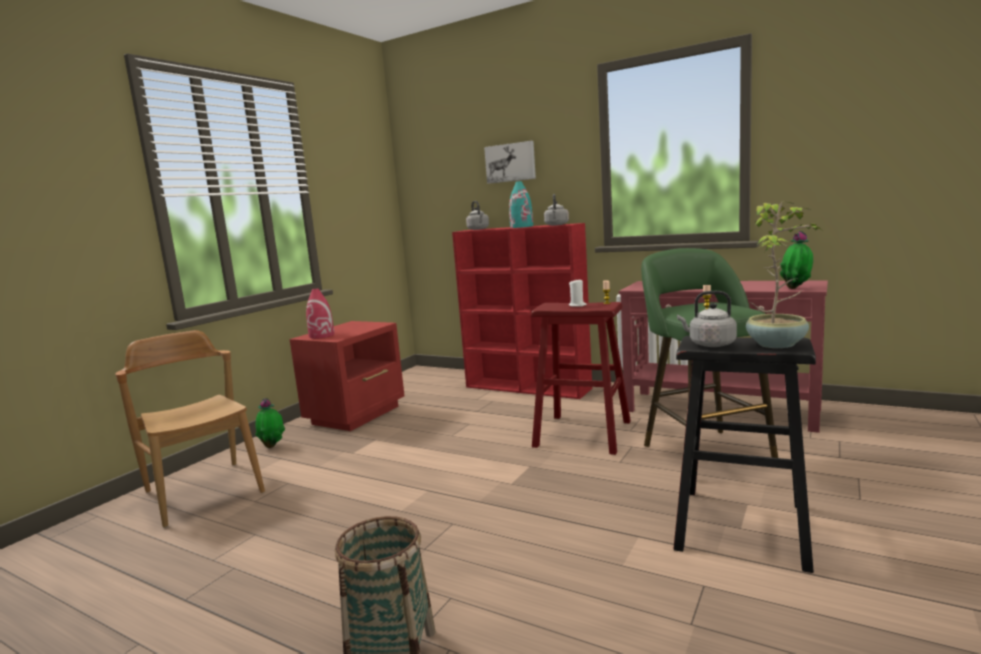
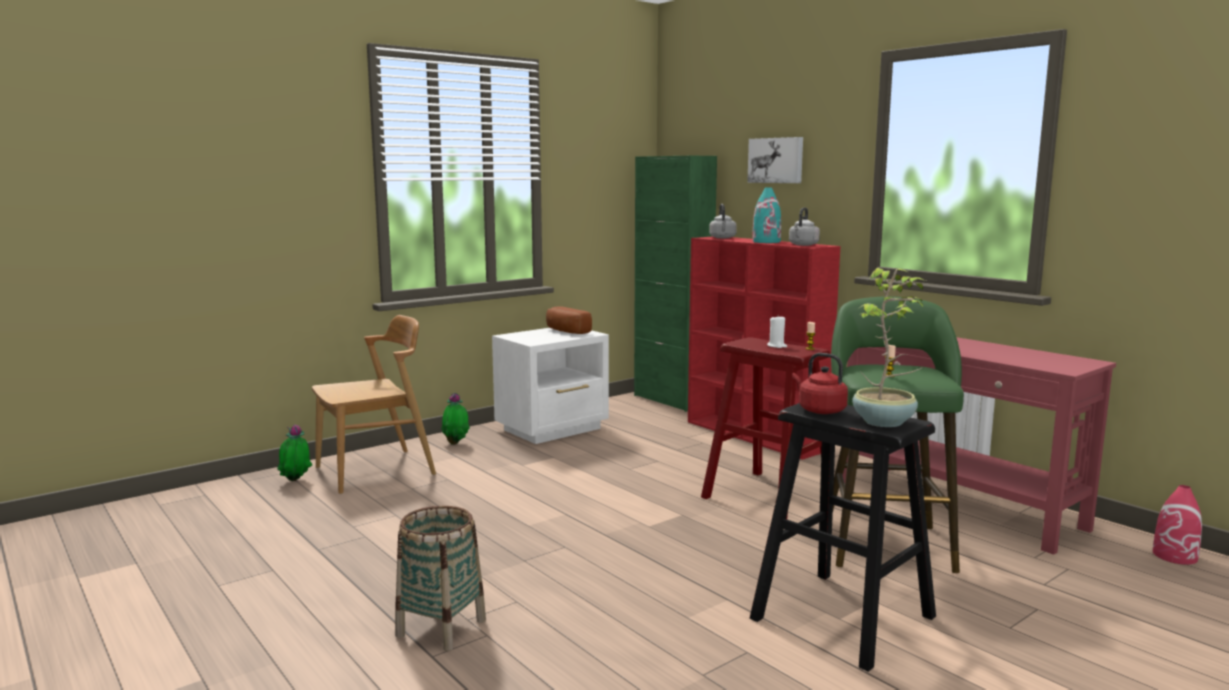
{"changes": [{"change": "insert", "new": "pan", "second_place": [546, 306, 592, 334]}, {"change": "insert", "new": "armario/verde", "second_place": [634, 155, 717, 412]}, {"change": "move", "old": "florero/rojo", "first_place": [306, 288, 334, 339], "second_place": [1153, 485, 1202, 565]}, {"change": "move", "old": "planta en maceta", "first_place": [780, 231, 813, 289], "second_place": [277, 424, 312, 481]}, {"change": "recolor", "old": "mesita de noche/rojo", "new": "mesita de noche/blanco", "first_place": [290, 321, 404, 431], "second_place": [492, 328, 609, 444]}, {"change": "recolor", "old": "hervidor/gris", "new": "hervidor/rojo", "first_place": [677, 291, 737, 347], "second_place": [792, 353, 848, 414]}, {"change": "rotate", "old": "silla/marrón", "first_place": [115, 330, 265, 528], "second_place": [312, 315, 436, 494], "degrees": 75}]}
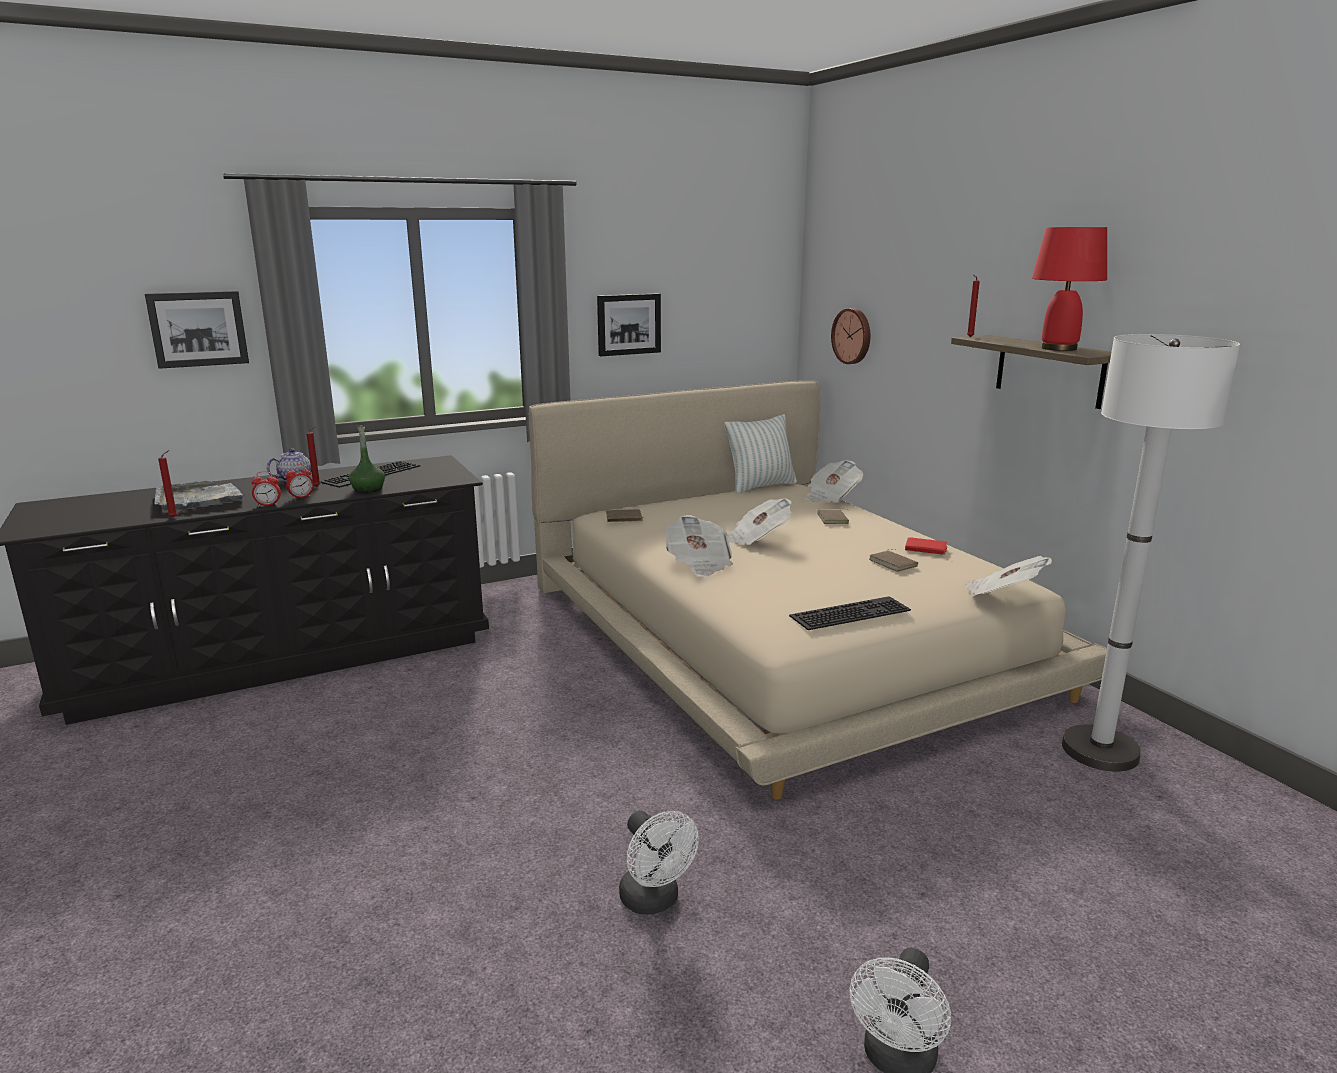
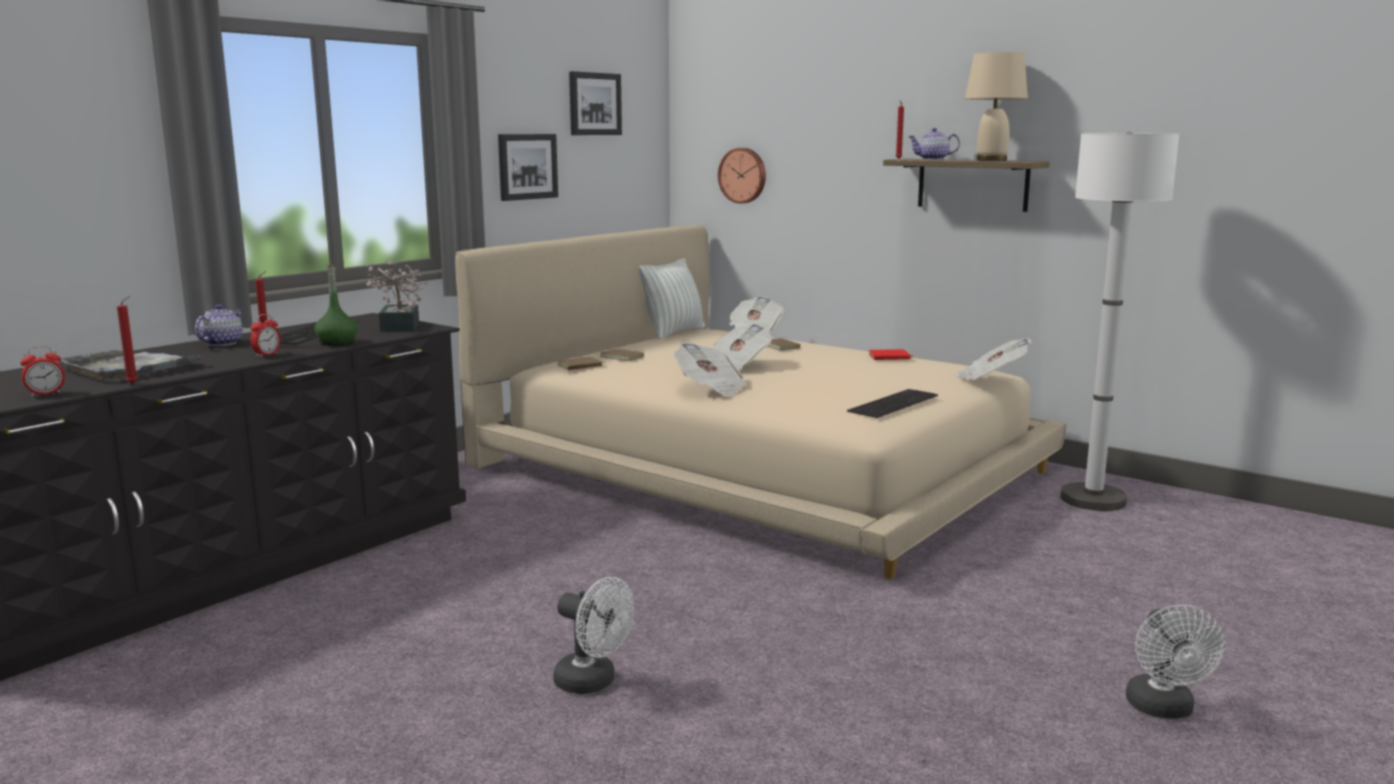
{"changes": [{"change": "insert", "new": "planta en maceta", "second_place": [366, 260, 427, 332]}, {"change": "insert", "new": "tetera", "second_place": [908, 128, 960, 160]}, {"change": "move", "old": "cuadro", "first_place": [145, 291, 249, 369], "second_place": [569, 71, 622, 135]}, {"change": "move", "old": "despertador", "first_place": [251, 471, 281, 506], "second_place": [20, 346, 65, 397]}, {"change": "move", "old": "ventilador/blanco", "first_place": [619, 811, 699, 915], "second_place": [553, 577, 634, 694]}, {"change": "move", "old": "libro/marrón", "first_place": [869, 549, 918, 572], "second_place": [600, 347, 644, 361]}, {"change": "recolor", "old": "lámpara de mesa/rojo", "new": "lámpara de mesa/beis", "first_place": [1032, 227, 1107, 351], "second_place": [965, 52, 1028, 161]}]}
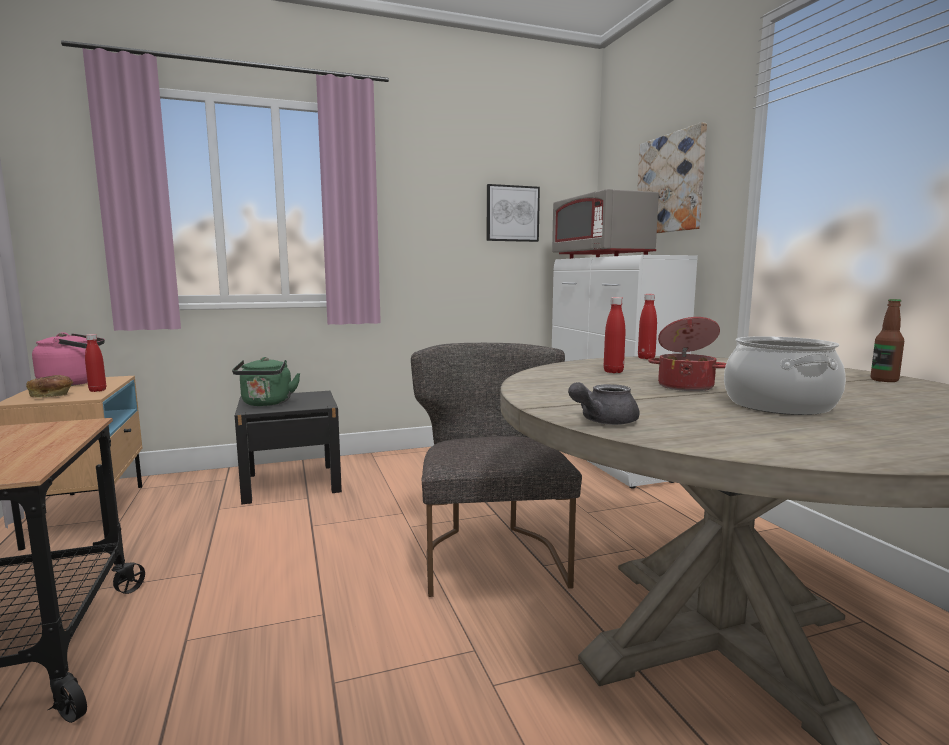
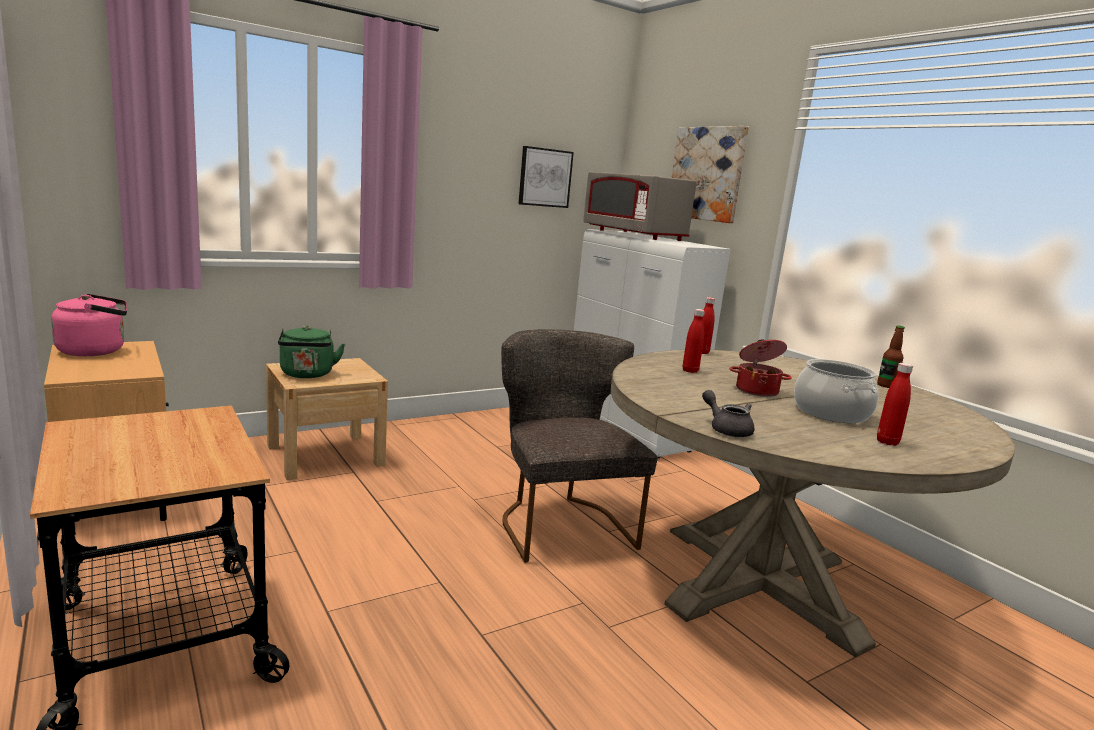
{"changes": [{"change": "delete", "old": "pan", "first_place": [26, 375, 73, 398]}, {"change": "move", "old": "botella/rojo", "first_place": [85, 334, 106, 392], "second_place": [877, 363, 913, 446]}, {"change": "recolor", "old": "mesita de noche/negro", "new": "mesita de noche/beis", "first_place": [235, 391, 342, 504], "second_place": [266, 358, 388, 480]}, {"change": "rotate", "old": "tetera/gris", "first_place": [568, 382, 640, 425], "second_place": [702, 390, 754, 437], "degrees": 105}]}
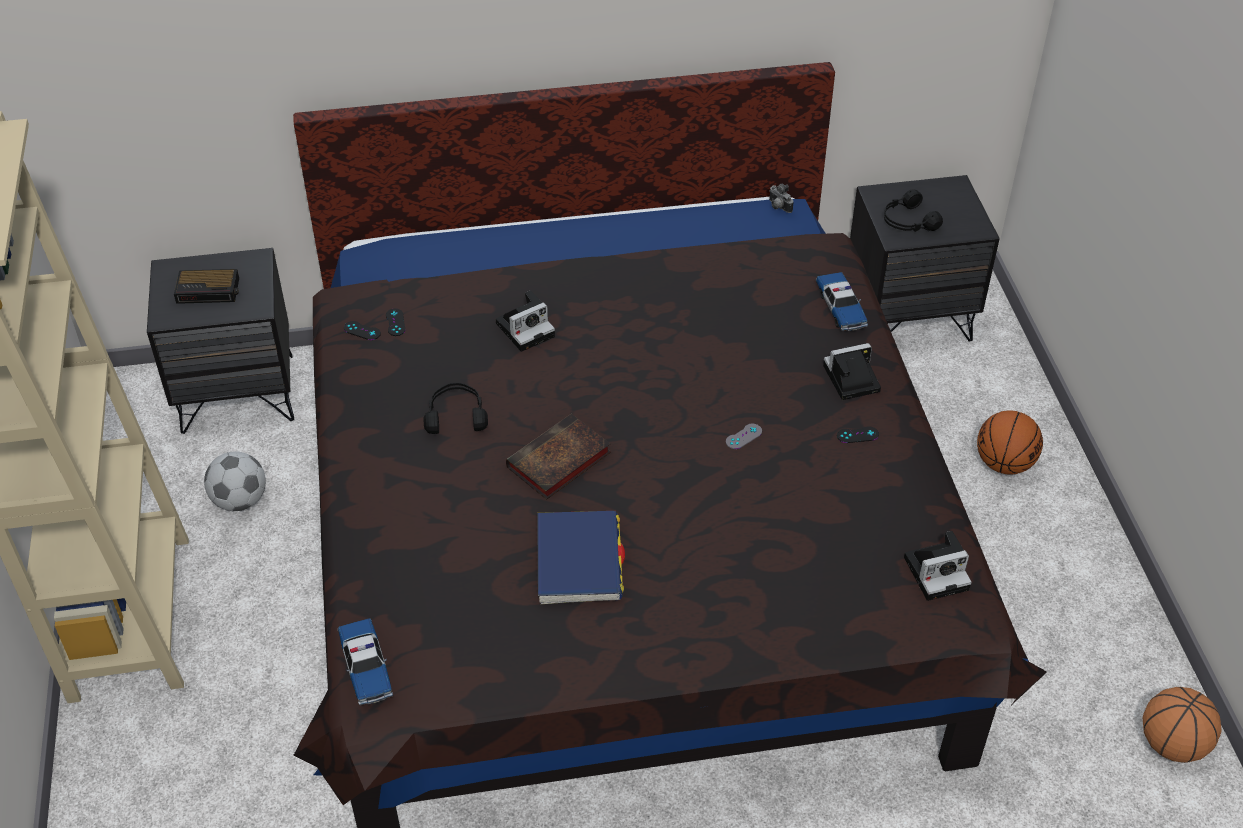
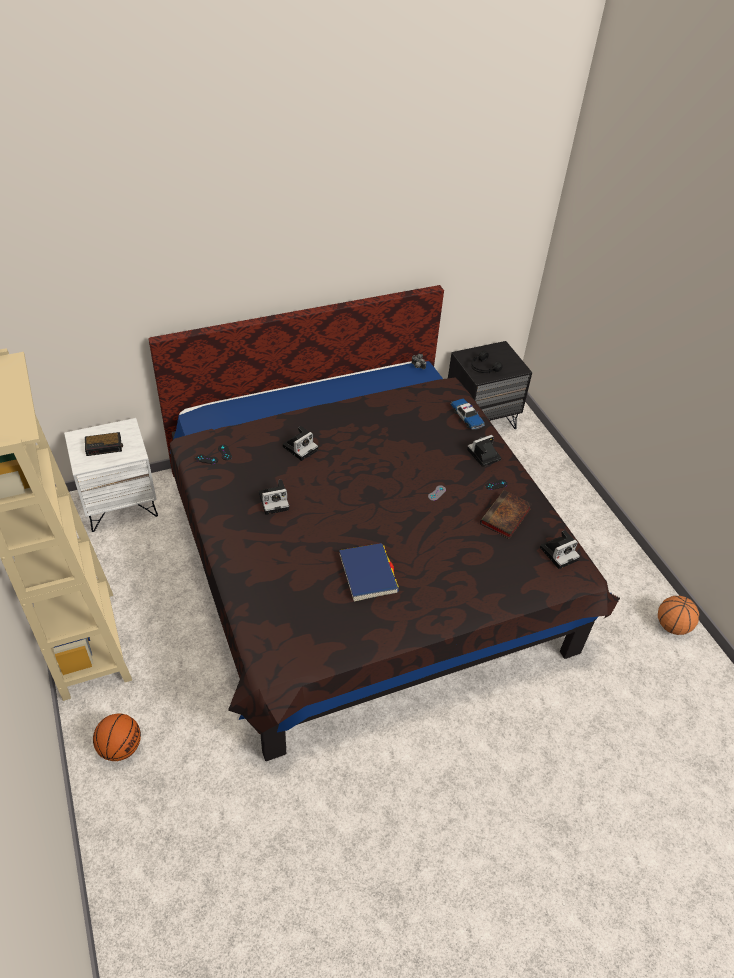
{"changes": [{"change": "delete", "old": "balón de fútbol", "first_place": [204, 451, 266, 511]}, {"change": "delete", "old": "coche de juguete", "first_place": [338, 618, 393, 705]}, {"change": "move", "old": "libro", "first_place": [506, 414, 611, 500], "second_place": [480, 490, 532, 539]}, {"change": "move", "old": "balón de baloncesto", "first_place": [977, 410, 1043, 475], "second_place": [93, 713, 141, 761]}, {"change": "replace", "old": "auriculares/negro", "new": "cámara", "first_place": [424, 382, 488, 434], "second_place": [259, 479, 289, 515]}, {"change": "recolor", "old": "mesita de noche/negro", "new": "mesita de noche/blanco", "first_place": [147, 248, 294, 434], "second_place": [64, 418, 158, 532]}]}
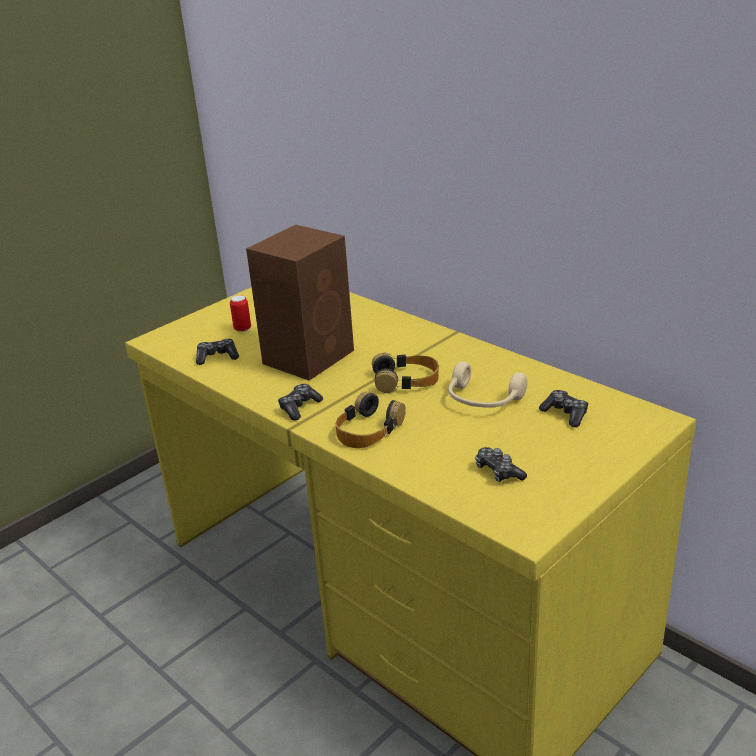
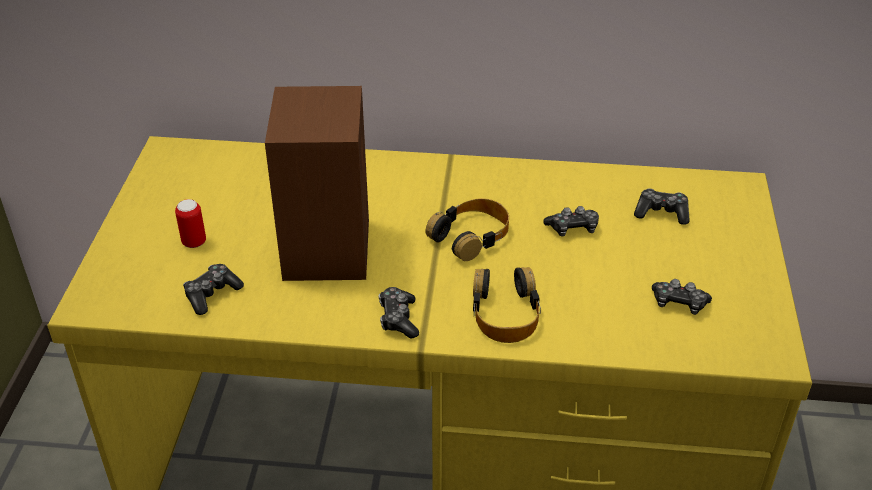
{"changes": [{"change": "replace", "old": "auriculares/beis", "new": "mando de consola", "first_place": [448, 361, 528, 408], "second_place": [543, 206, 599, 237]}]}
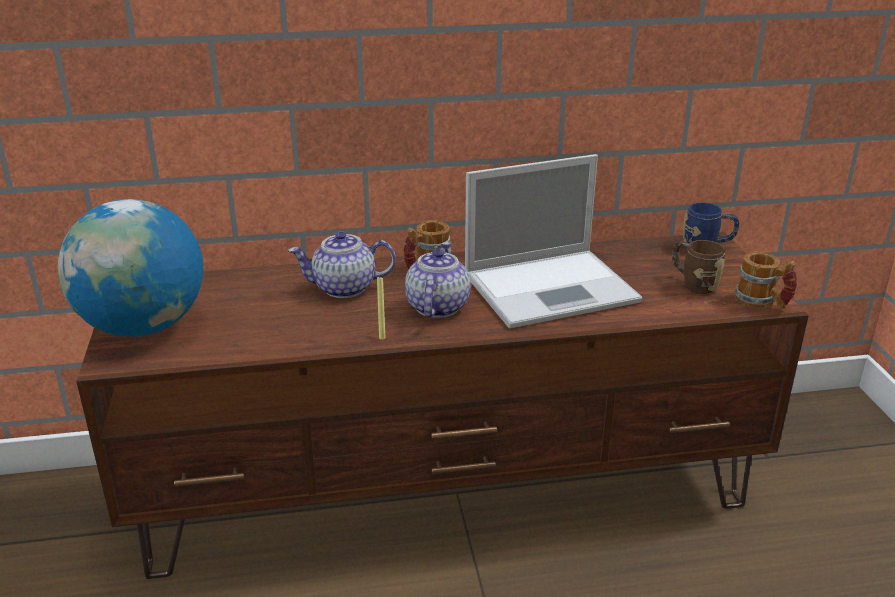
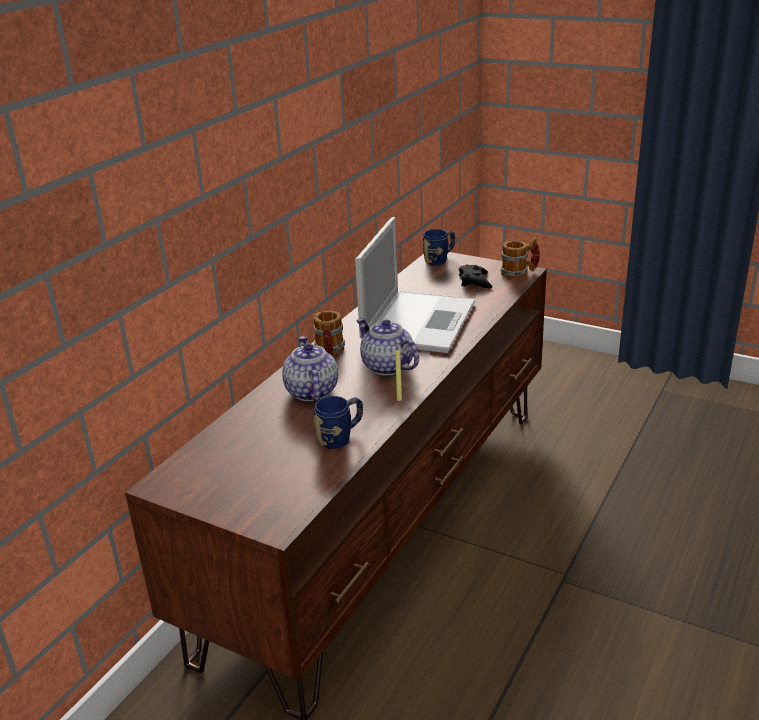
{"changes": [{"change": "delete", "old": "globo terráqueo", "first_place": [58, 199, 204, 337]}, {"change": "insert", "new": "taza grande/azul", "second_place": [314, 396, 363, 449]}, {"change": "replace", "old": "taza grande/marrón", "new": "mando de consola/negro", "first_place": [672, 240, 725, 294], "second_place": [459, 264, 492, 288]}, {"change": "rotate", "old": "tetera", "first_place": [288, 231, 396, 298], "second_place": [282, 336, 338, 401], "degrees": 135}]}
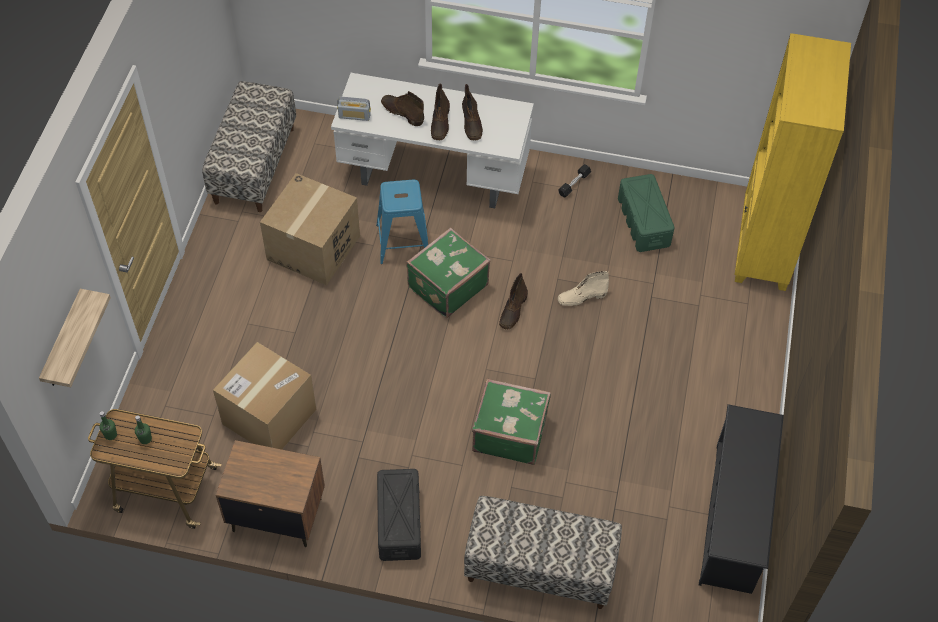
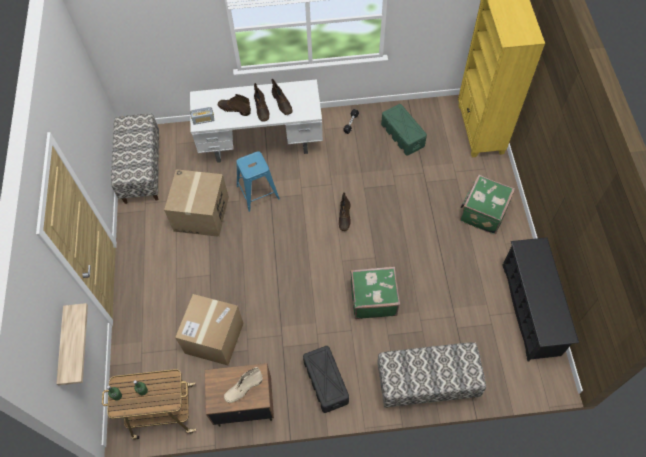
{"changes": [{"change": "move", "old": "maleta/verde", "first_place": [406, 227, 490, 318], "second_place": [460, 175, 515, 234]}, {"change": "move", "old": "bota/beis", "first_place": [558, 271, 609, 306], "second_place": [224, 367, 263, 403]}]}
